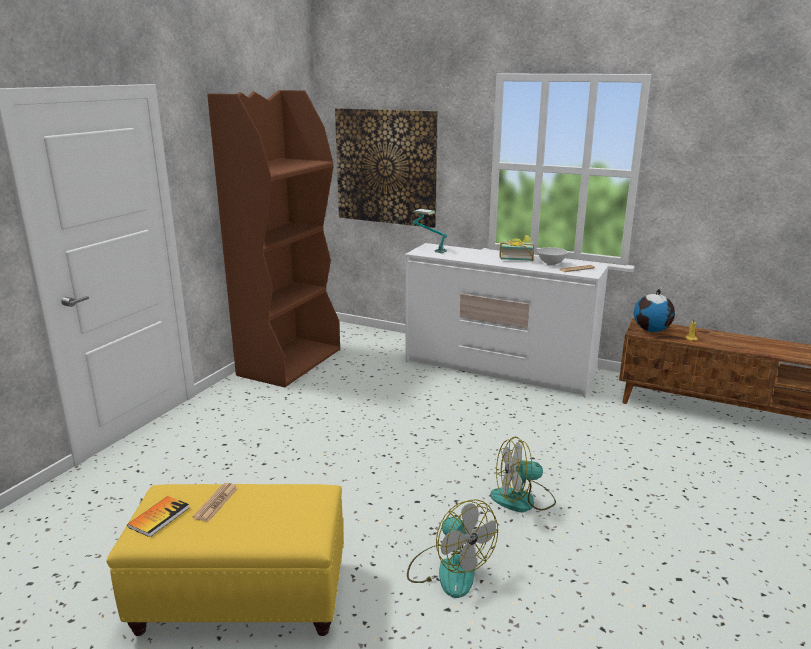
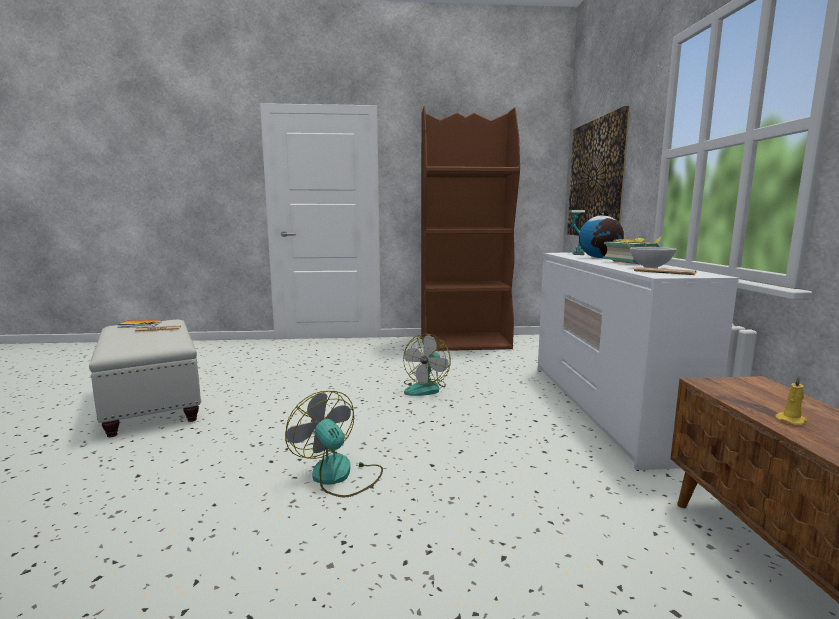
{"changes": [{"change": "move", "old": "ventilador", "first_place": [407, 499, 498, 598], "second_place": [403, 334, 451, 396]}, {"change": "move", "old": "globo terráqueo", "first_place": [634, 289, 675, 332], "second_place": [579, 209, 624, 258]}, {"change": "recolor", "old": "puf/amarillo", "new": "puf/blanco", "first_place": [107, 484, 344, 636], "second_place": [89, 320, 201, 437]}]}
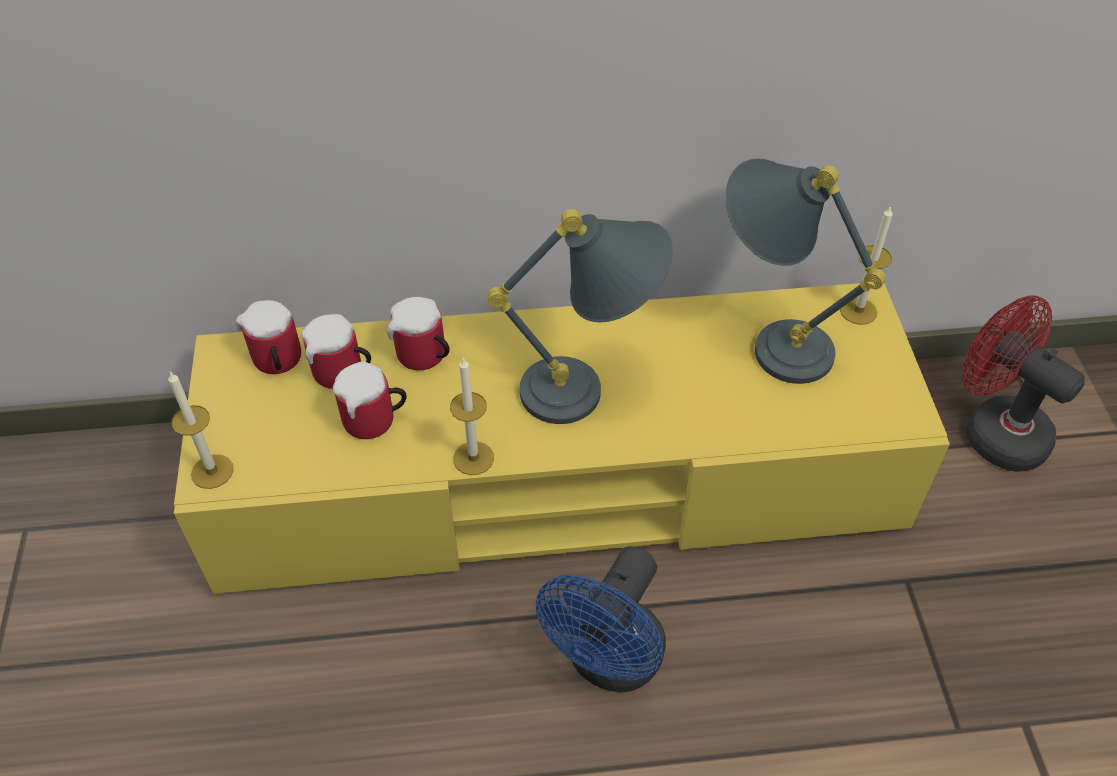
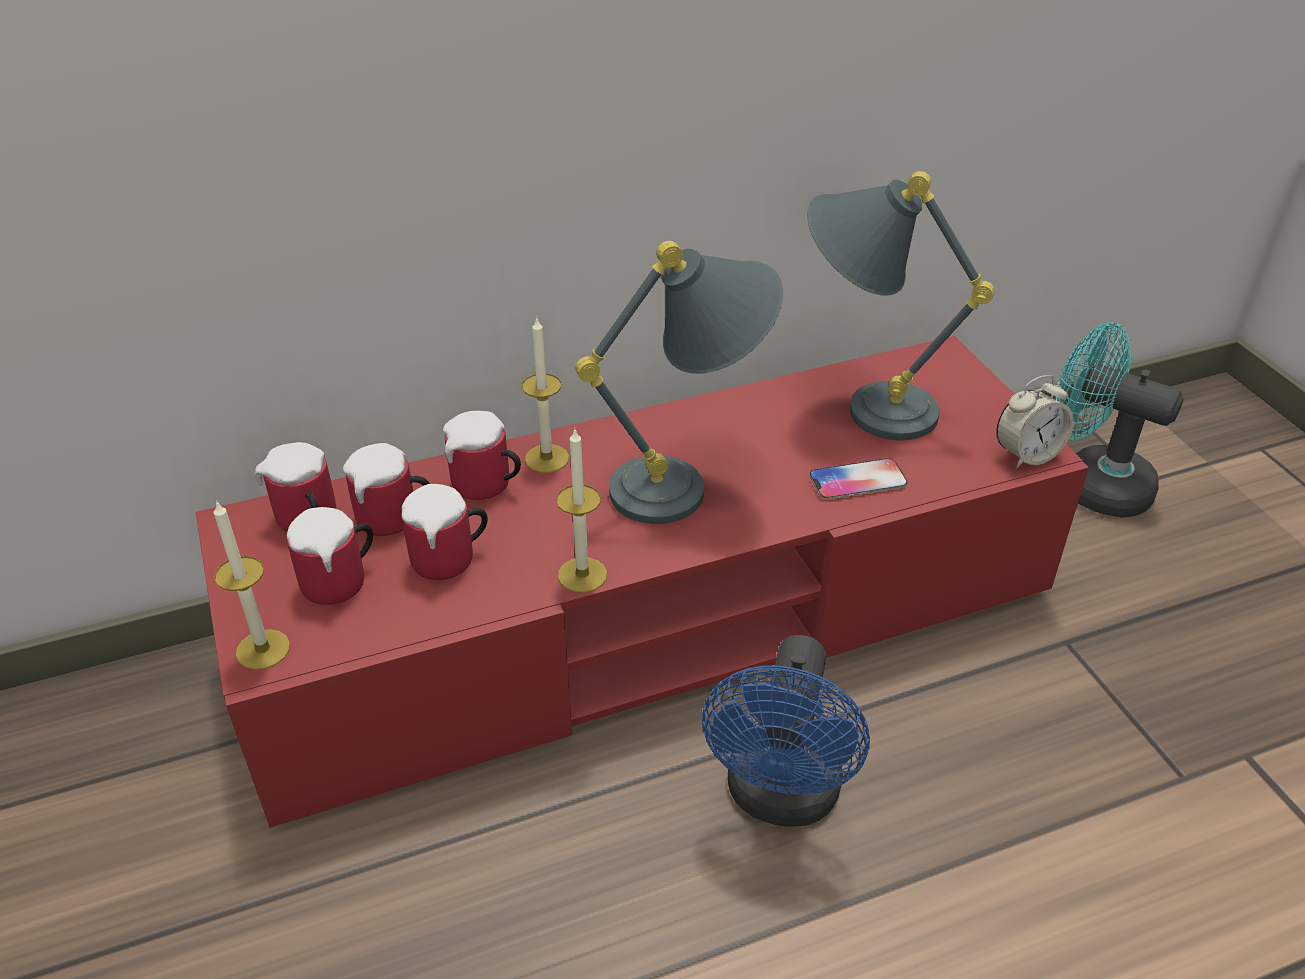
{"changes": [{"change": "insert", "new": "taza grande", "second_place": [287, 507, 373, 605]}, {"change": "insert", "new": "móvil", "second_place": [810, 458, 907, 500]}, {"change": "insert", "new": "despertador", "second_place": [997, 375, 1074, 468]}, {"change": "move", "old": "vela", "first_place": [840, 206, 893, 325], "second_place": [522, 317, 569, 473]}, {"change": "recolor", "old": "mueble de televisión/amarillo", "new": "mueble de televisión/rojo", "first_place": [174, 283, 950, 594], "second_place": [196, 336, 1089, 828]}, {"change": "recolor", "old": "ventilador/rojo", "new": "ventilador/turquesa", "first_place": [963, 296, 1085, 472], "second_place": [1055, 322, 1184, 518]}]}
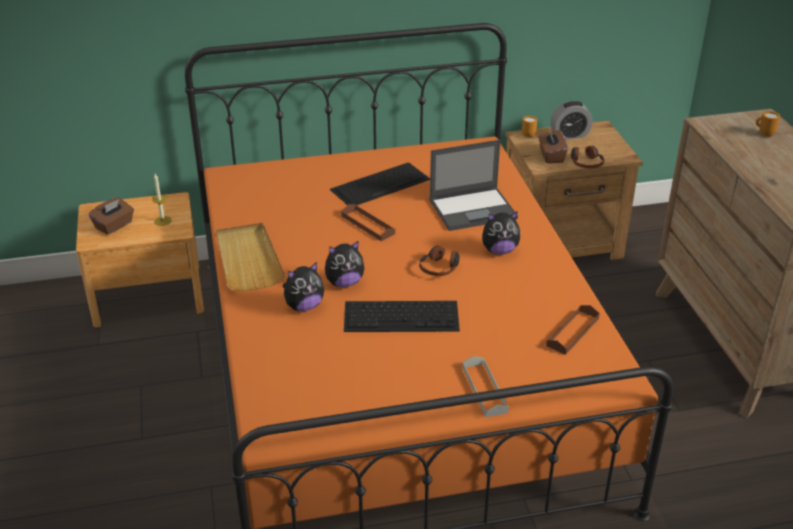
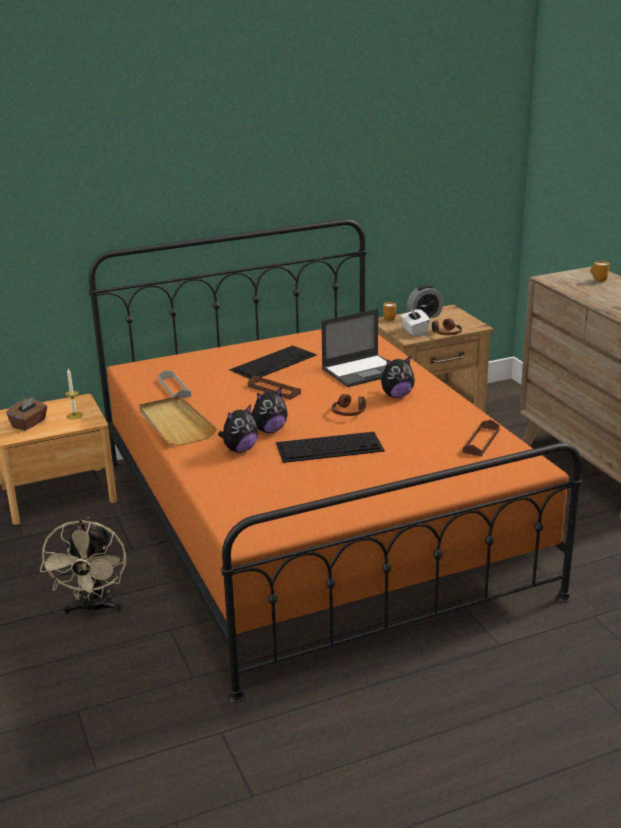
{"changes": [{"change": "insert", "new": "ventilador/beis", "second_place": [40, 517, 127, 615]}, {"change": "move", "old": "bandeja/gris", "first_place": [463, 356, 509, 417], "second_place": [158, 370, 191, 398]}, {"change": "recolor", "old": "caja de pañuelos/marrón", "new": "caja de pañuelos/blanco", "first_place": [538, 128, 568, 163], "second_place": [401, 306, 430, 336]}]}
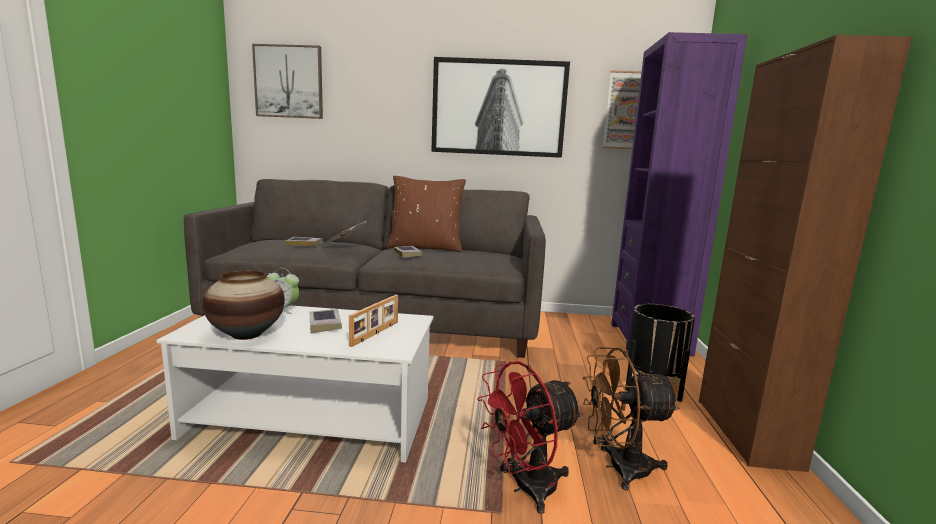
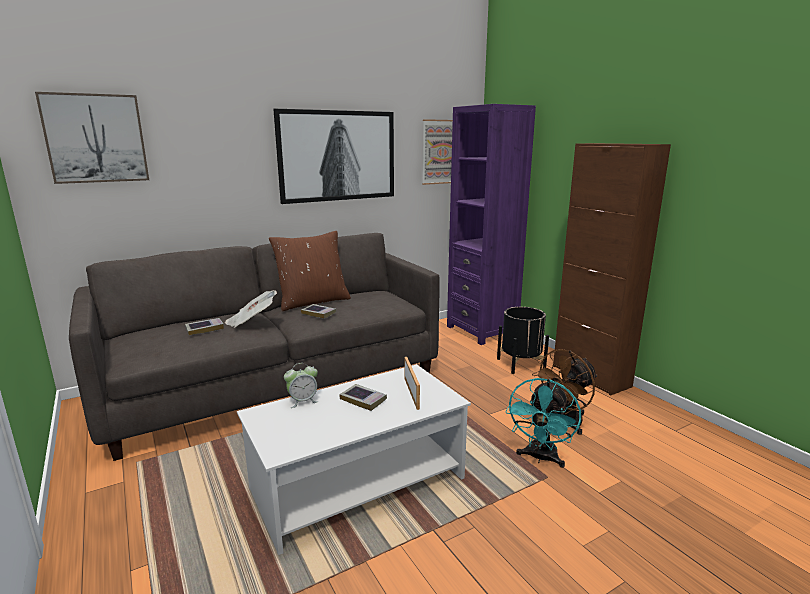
{"changes": [{"change": "delete", "old": "florero", "first_place": [203, 270, 285, 340]}, {"change": "recolor", "old": "ventilador/rojo", "new": "ventilador/turquesa", "first_place": [477, 361, 583, 514], "second_place": [506, 378, 581, 468]}]}
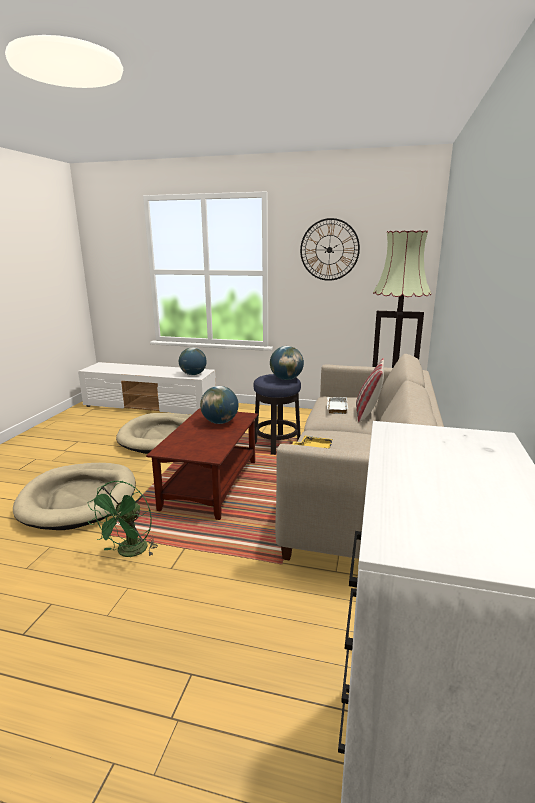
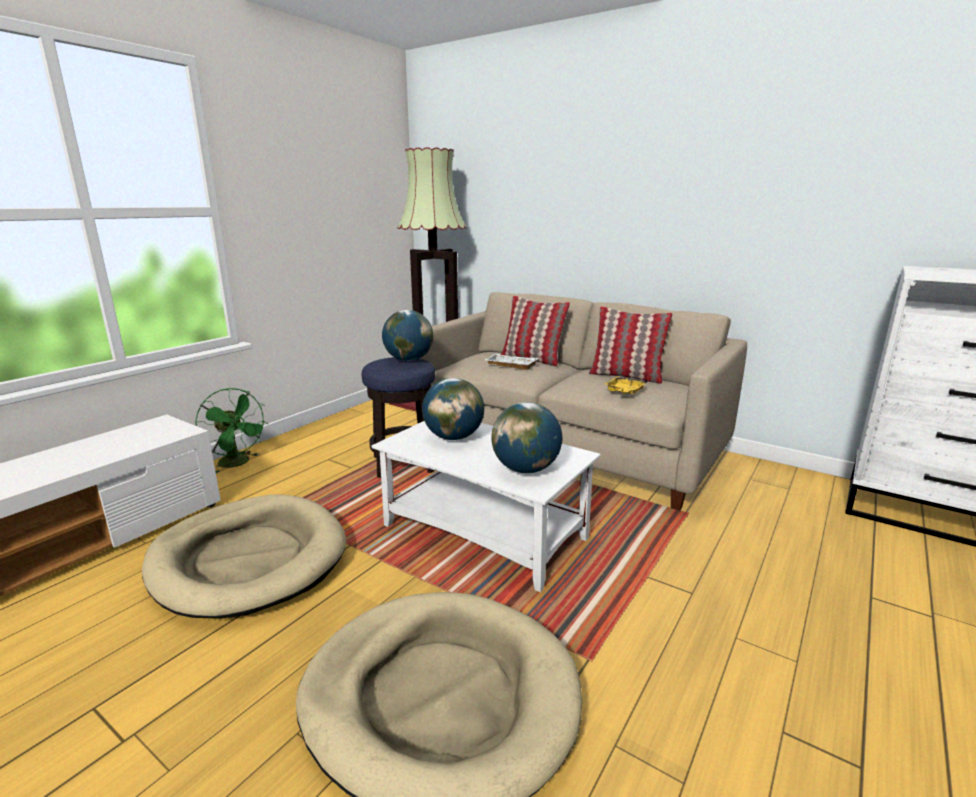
{"changes": [{"change": "delete", "old": "reloj de pared", "first_place": [300, 218, 360, 281]}, {"change": "insert", "new": "cojín", "second_place": [589, 306, 672, 384]}, {"change": "move", "old": "ventilador/verde", "first_place": [88, 481, 158, 557], "second_place": [195, 388, 268, 473]}, {"change": "move", "old": "globo terráqueo", "first_place": [179, 348, 207, 375], "second_place": [491, 402, 562, 473]}, {"change": "recolor", "old": "mesa de centro/marrón", "new": "mesa de centro/blanco", "first_place": [146, 408, 258, 520], "second_place": [372, 421, 601, 592]}]}
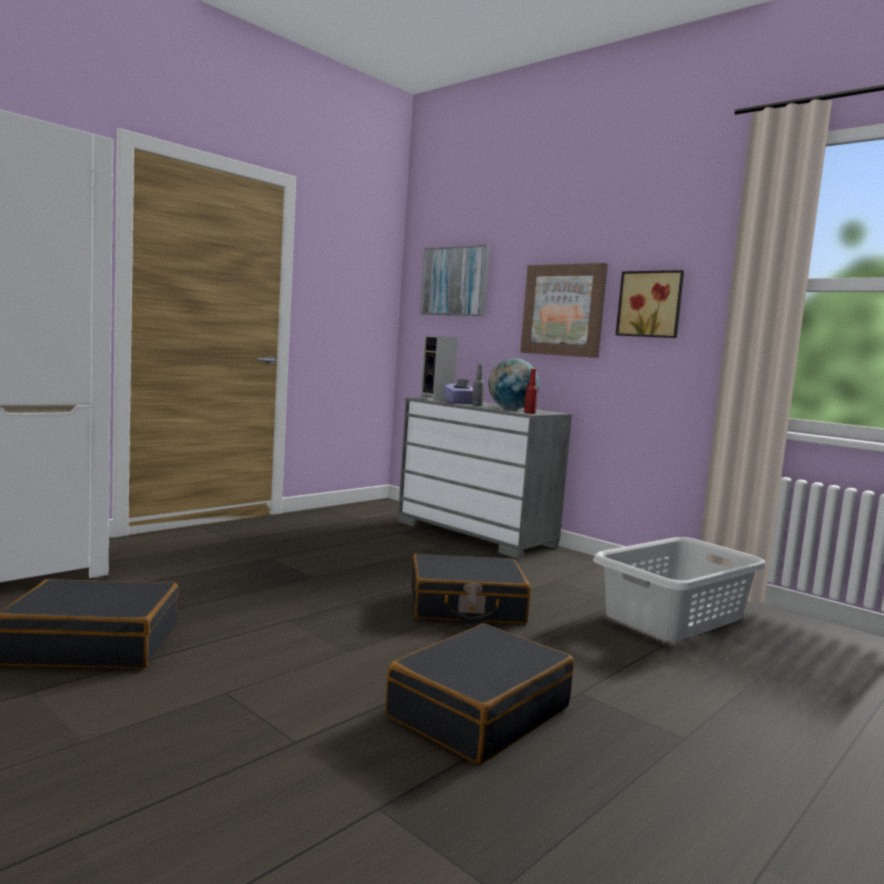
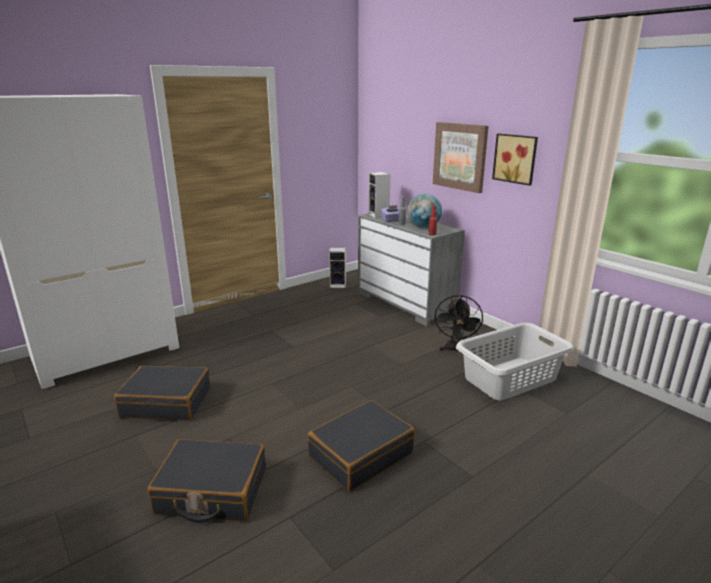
{"changes": [{"change": "delete", "old": "cuadro", "first_place": [420, 245, 490, 316]}, {"change": "insert", "new": "altavoz", "second_place": [329, 247, 346, 288]}, {"change": "insert", "new": "ventilador/negro", "second_place": [435, 295, 483, 353]}, {"change": "move", "old": "maleta/negro", "first_place": [411, 553, 531, 624], "second_place": [147, 439, 266, 523]}]}
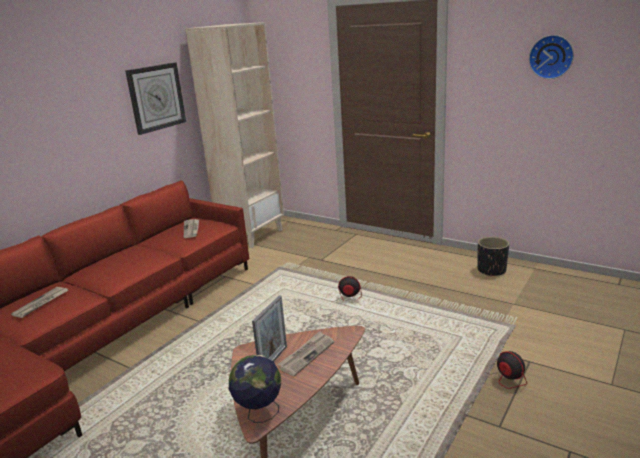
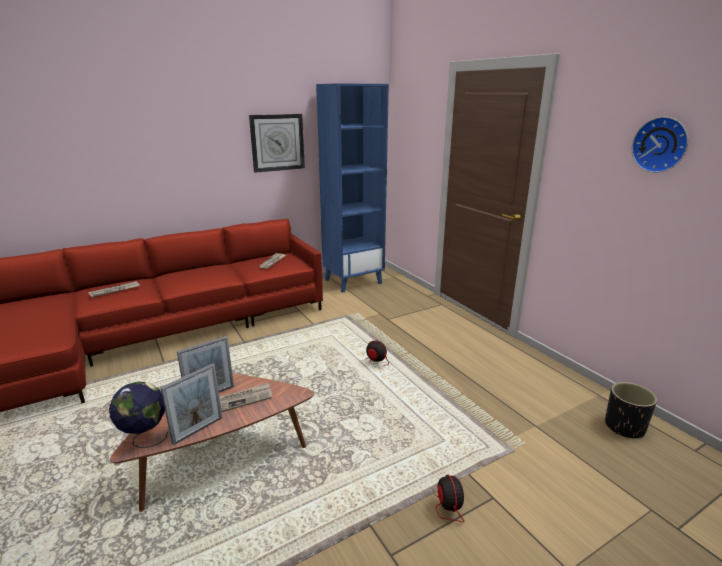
{"changes": [{"change": "insert", "new": "portarretratos", "second_place": [160, 363, 222, 445]}, {"change": "move", "old": "maceta/negro", "first_place": [477, 237, 509, 276], "second_place": [605, 382, 657, 439]}, {"change": "recolor", "old": "estantería/beis", "new": "estantería/azul", "first_place": [185, 22, 284, 248], "second_place": [316, 83, 389, 293]}]}
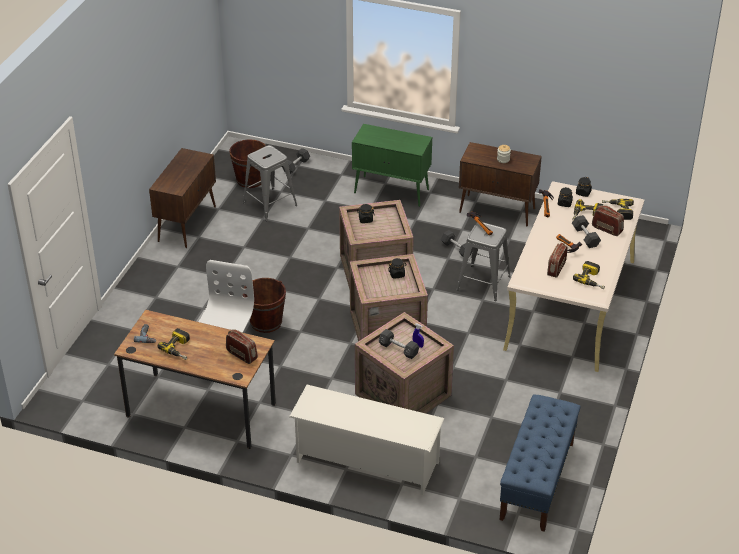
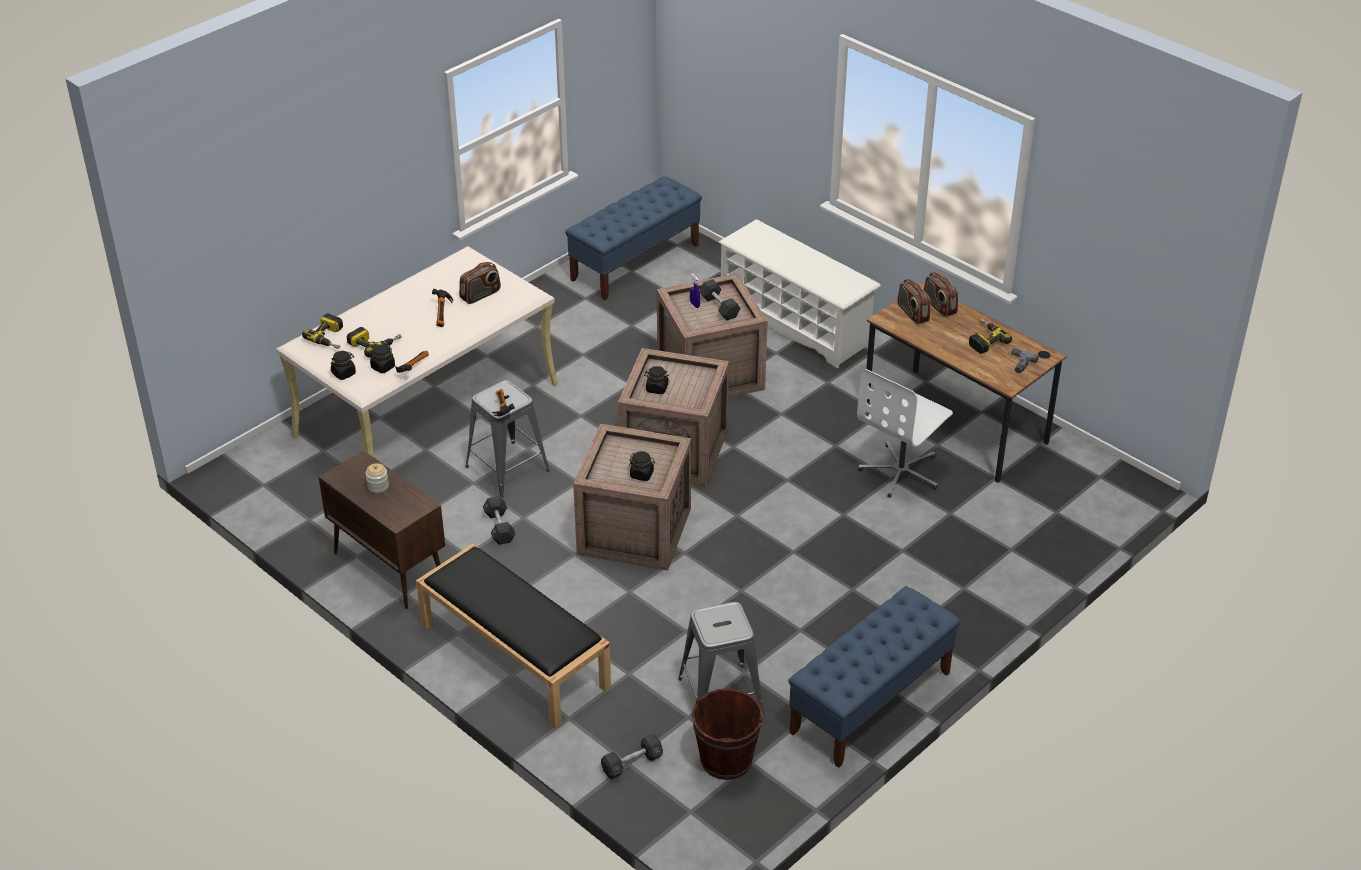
{"changes": [{"change": "delete", "old": "cubo/marrón", "first_place": [243, 278, 286, 333]}, {"change": "delete", "old": "mancuerna/negro", "first_place": [572, 215, 601, 248]}, {"change": "delete", "old": "taladro", "first_place": [573, 261, 605, 289]}, {"change": "move", "old": "radio", "first_place": [592, 206, 624, 236], "second_place": [924, 272, 958, 317]}, {"change": "replace", "old": "armario/marrón", "new": "banco/azul", "first_place": [149, 148, 216, 248], "second_place": [788, 586, 960, 768]}, {"change": "replace", "old": "armario/verde", "new": "banco/negro", "first_place": [352, 124, 432, 207], "second_place": [416, 544, 611, 729]}]}
